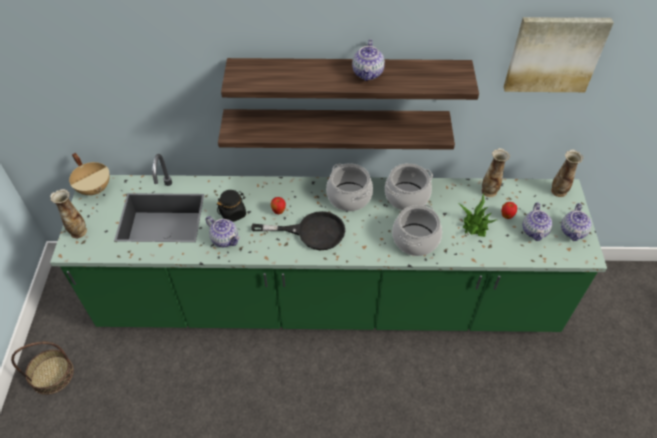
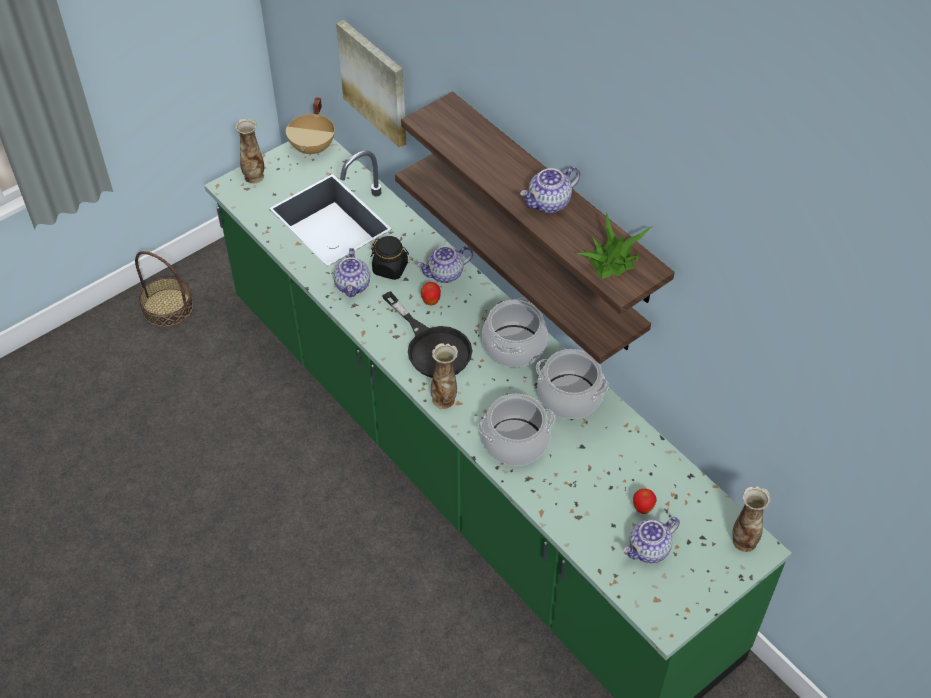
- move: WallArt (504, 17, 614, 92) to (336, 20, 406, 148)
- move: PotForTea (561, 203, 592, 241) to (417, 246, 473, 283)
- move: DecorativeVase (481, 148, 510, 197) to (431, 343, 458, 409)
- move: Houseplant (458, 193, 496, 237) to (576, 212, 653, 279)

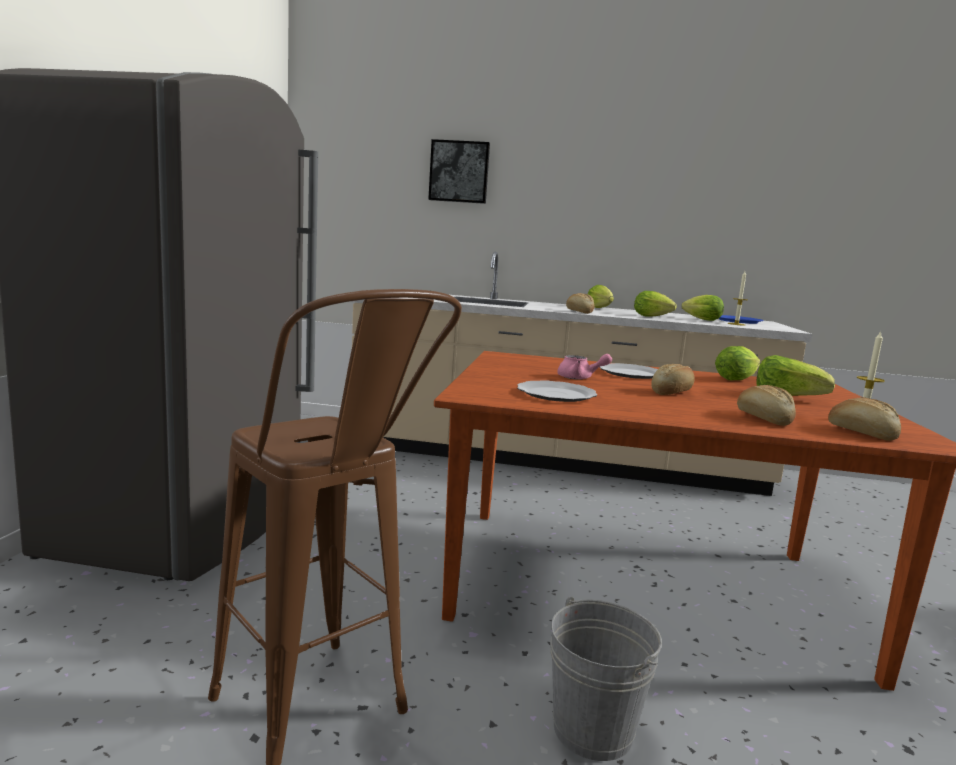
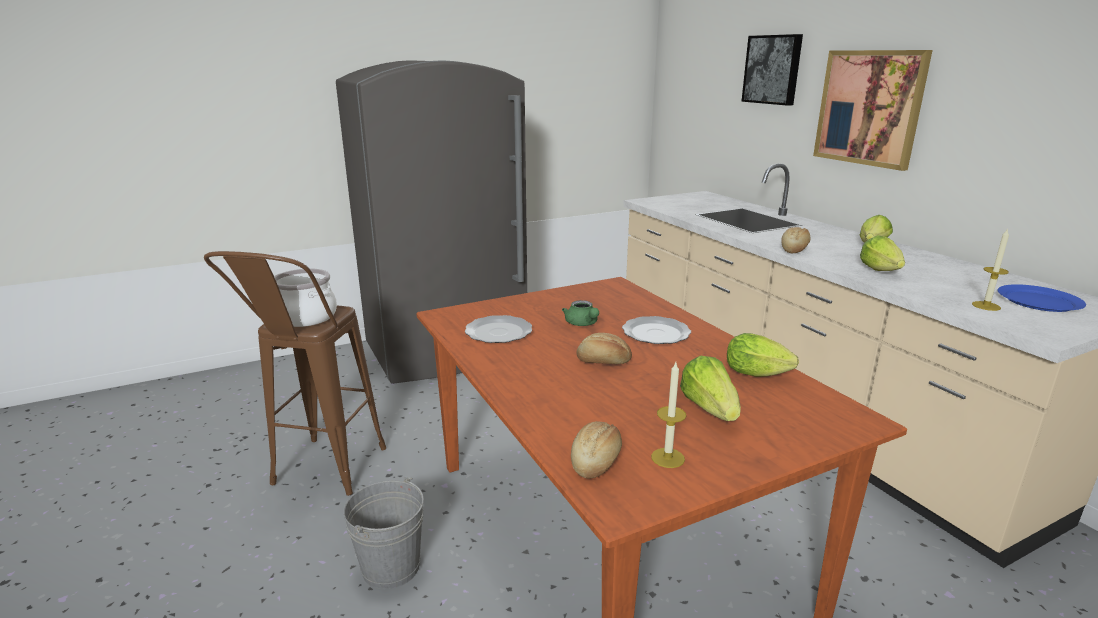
- insert: Stockpot (274, 268, 337, 327)
- recolor: PinkishPotForTea (557, 354, 612, 379) to GreenColouredPotForTea (562, 300, 599, 326)
- insert: WallArt (813, 50, 933, 171)
- delete: HeadOfLettuce (682, 295, 724, 321)
- delete: BakeryBread (737, 385, 796, 426)

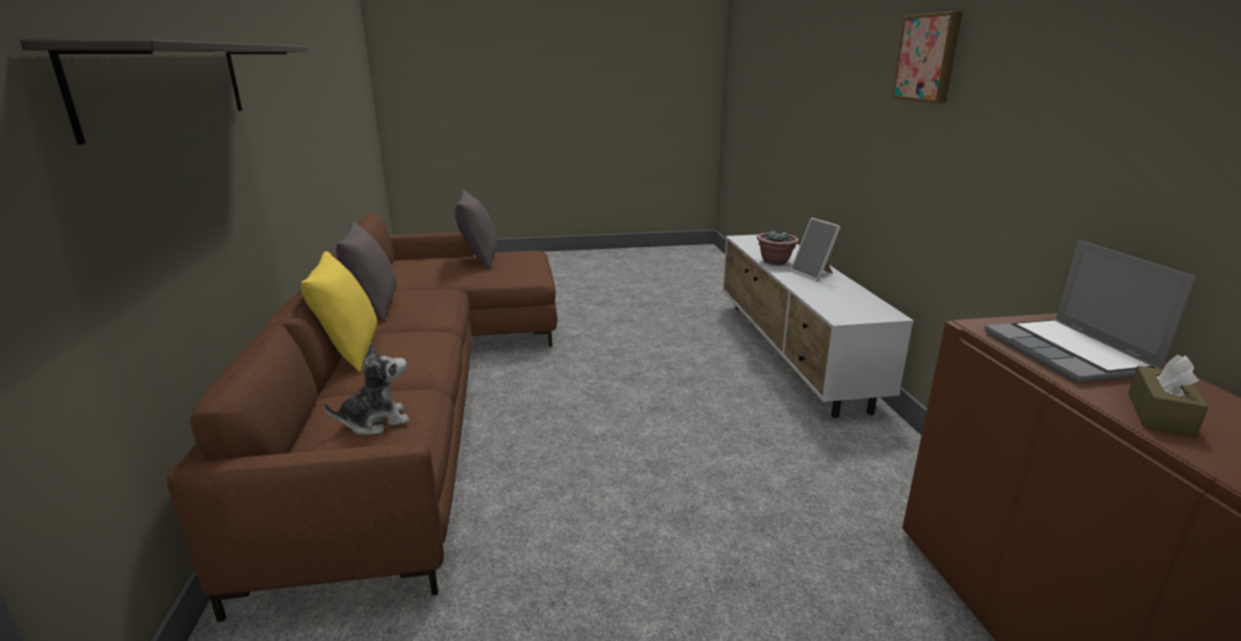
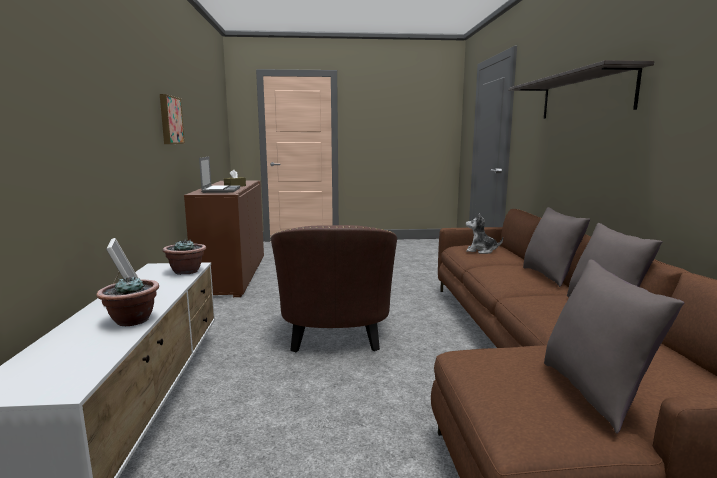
- move: WallArt (892, 12, 962, 103) to (160, 94, 185, 144)
- insert: Houseplant (163, 239, 206, 275)
- insert: BrownColouredLoungeChair (271, 225, 397, 352)
- rotate: CuddlyToy (323, 342, 410, 435) = (466, 213, 503, 254) 45 degrees clockwise
- recolor: YellowishCushion (301, 251, 377, 372) to GreyCushion (523, 207, 590, 287)

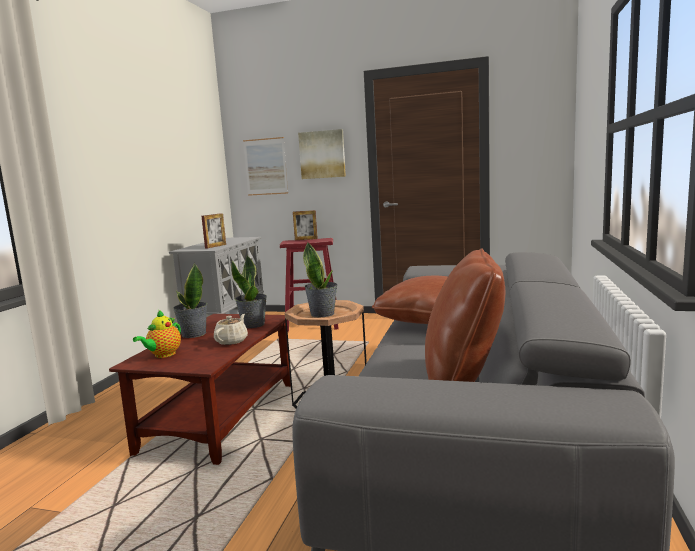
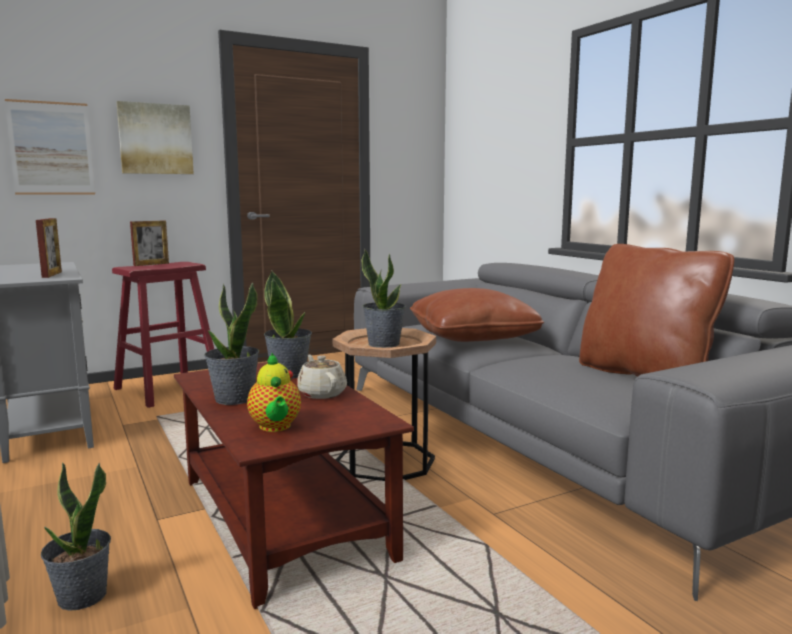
- insert: Houseplant (41, 462, 111, 611)

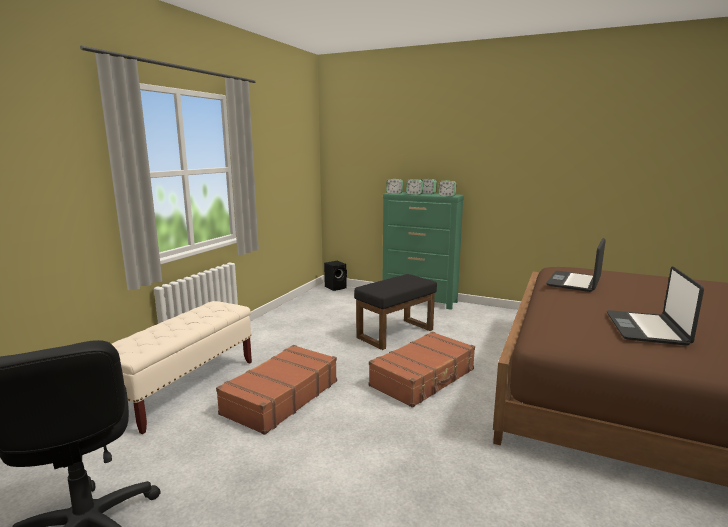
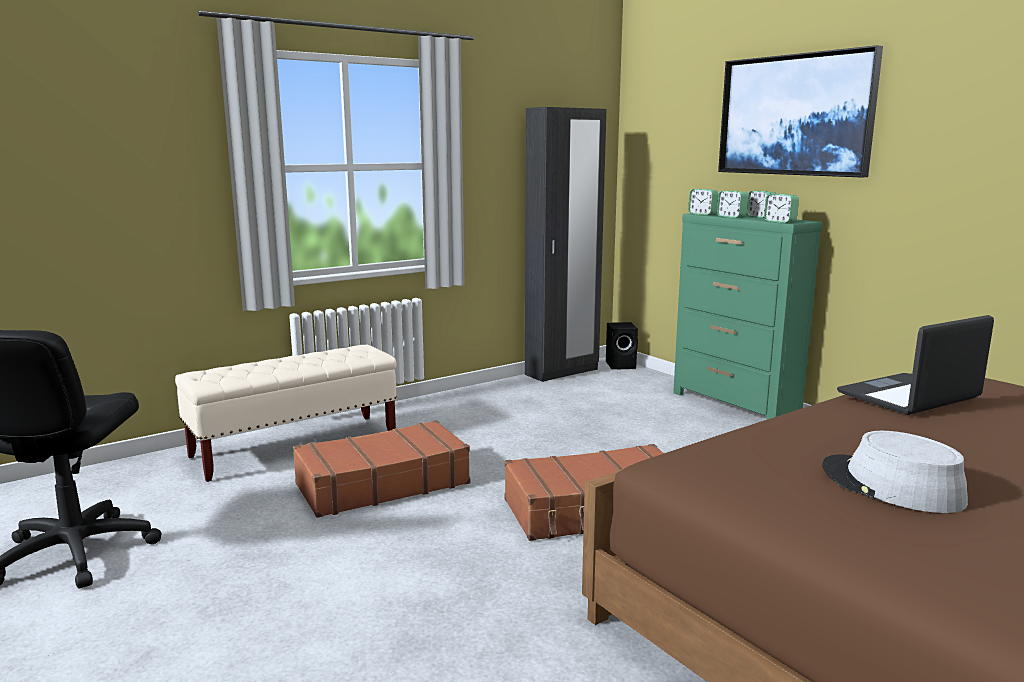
- insert: BlackishClothesCupboard (525, 107, 607, 382)
- insert: WallArt (718, 45, 883, 177)
- replace: PortableComputer (607, 266, 704, 346) to GreyClothingHat (822, 431, 968, 513)
- delete: BlackishOttoman (354, 274, 437, 350)

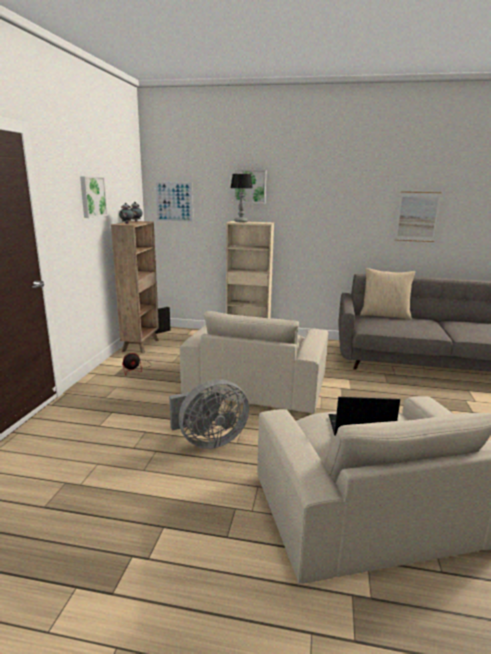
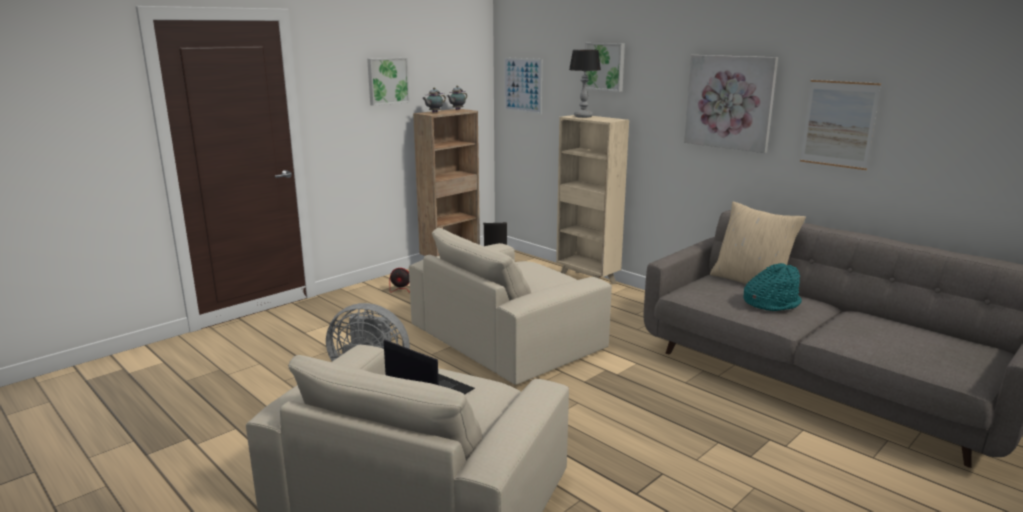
- insert: WallArt (684, 55, 778, 153)
- insert: TurquoiseClothingHat (743, 263, 802, 311)

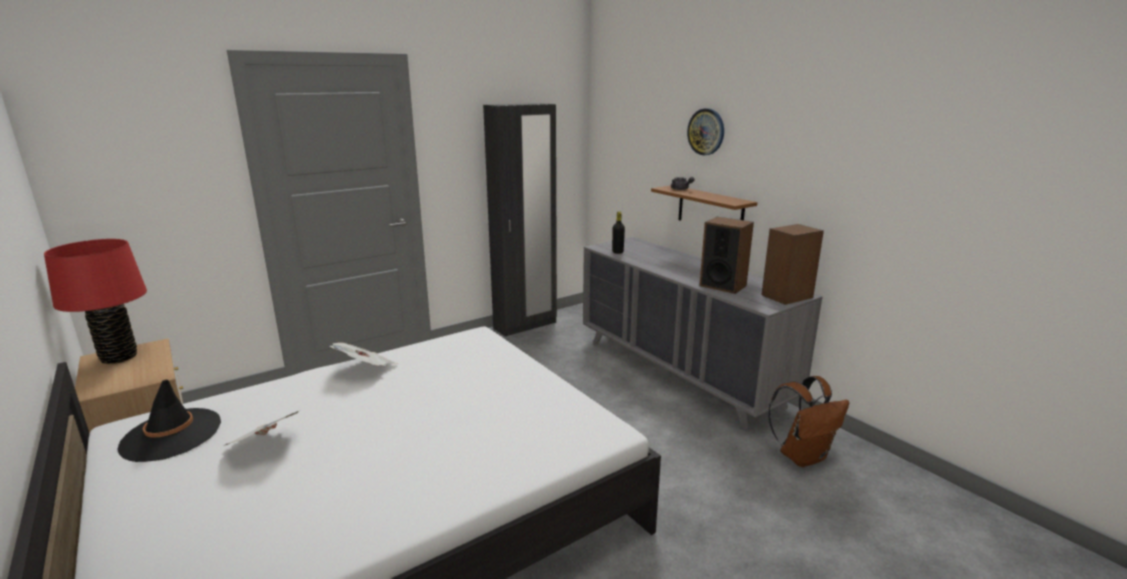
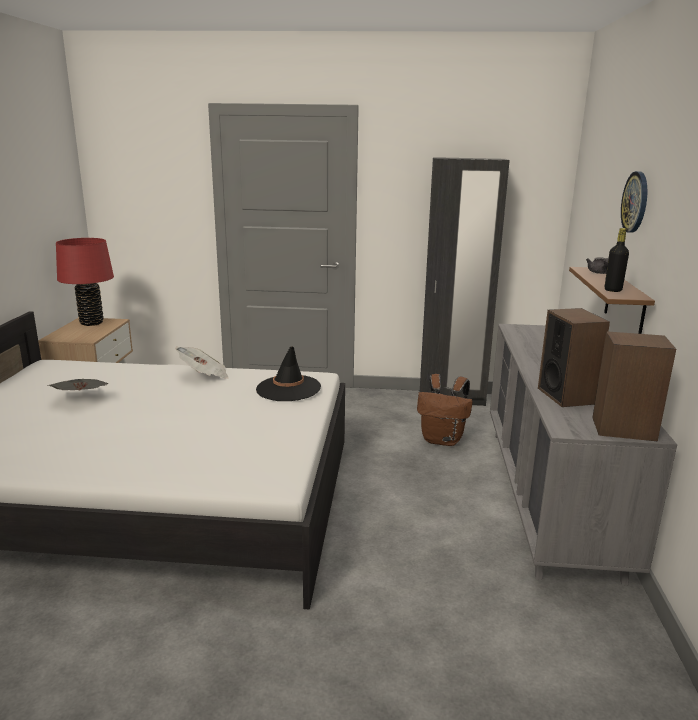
- move: BlackishClothingHat (117, 380, 221, 462) to (256, 346, 321, 401)
- move: BrownColouredKnapsack (768, 376, 849, 467) to (417, 374, 473, 446)
- move: BlackishBeverageBottle (612, 212, 625, 254) to (605, 228, 629, 292)

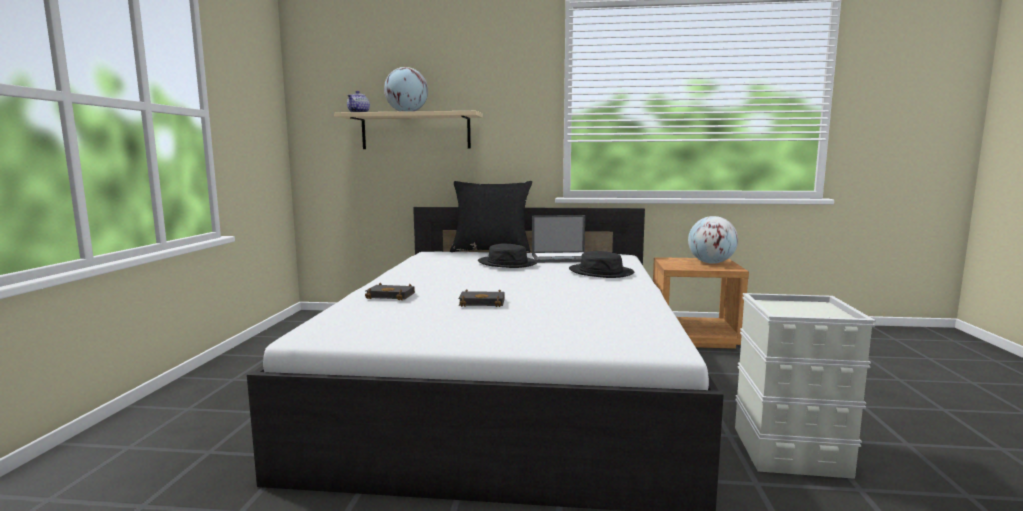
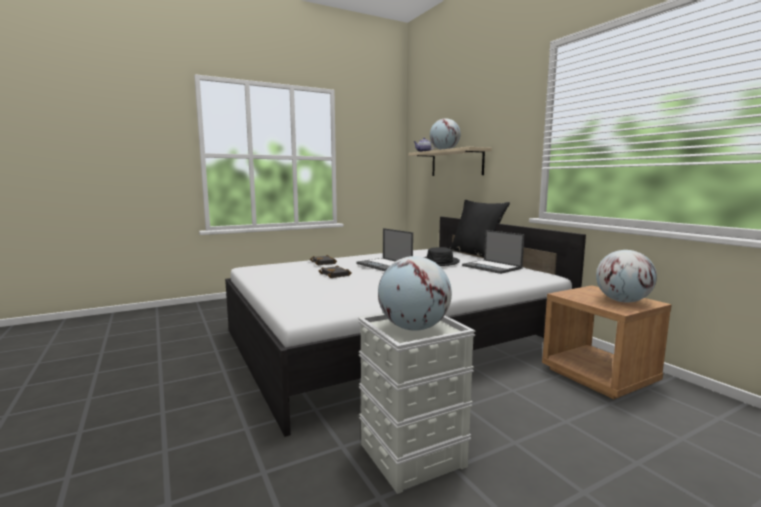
- insert: PortableComputer (356, 228, 413, 271)
- insert: Globe (378, 256, 452, 331)
- delete: BlackishClothingHat (569, 251, 634, 278)

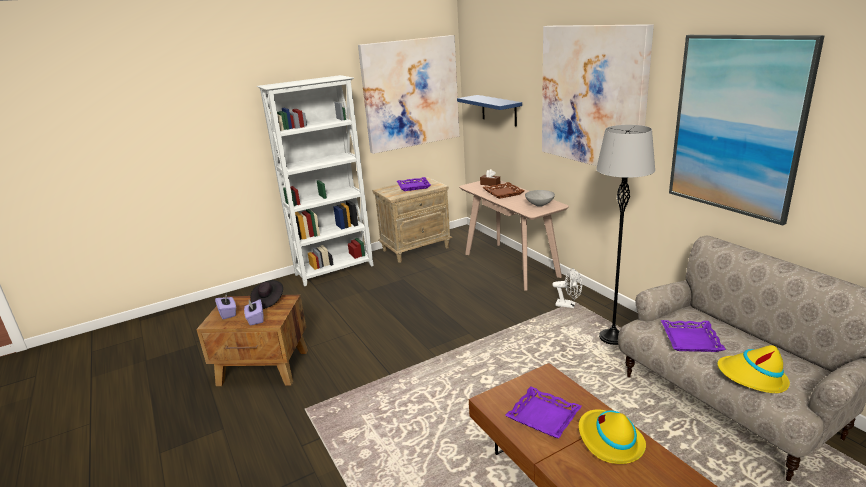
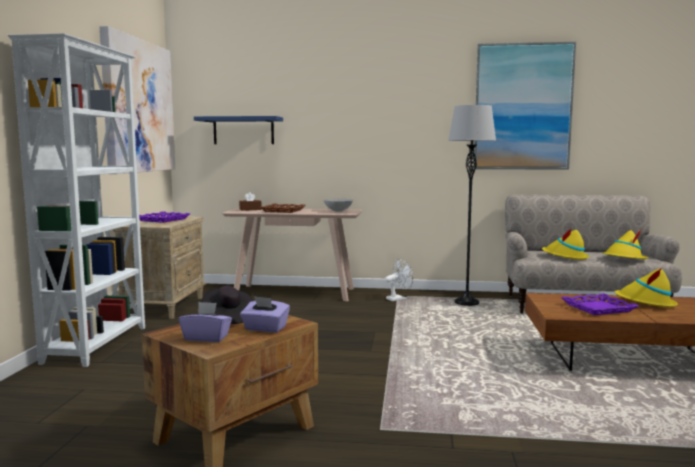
- replace: PurpleServingTray (661, 320, 726, 352) to YellowishClothingHat (542, 228, 589, 260)
- delete: WallArt (542, 24, 654, 166)

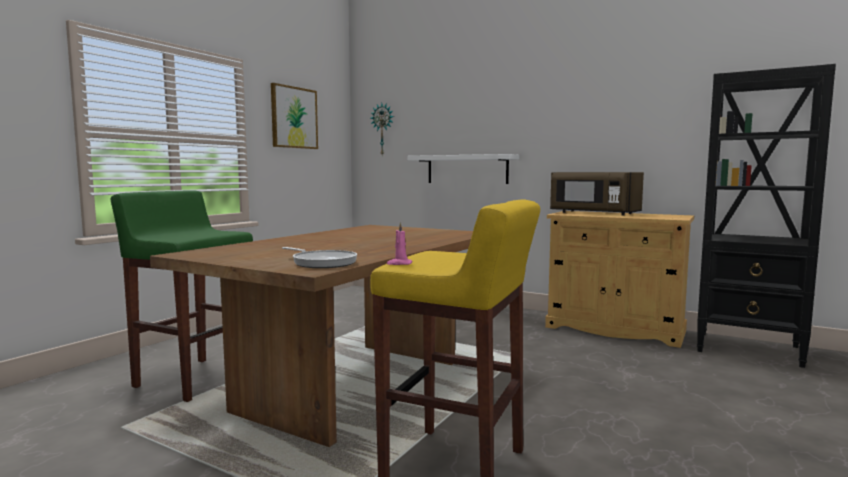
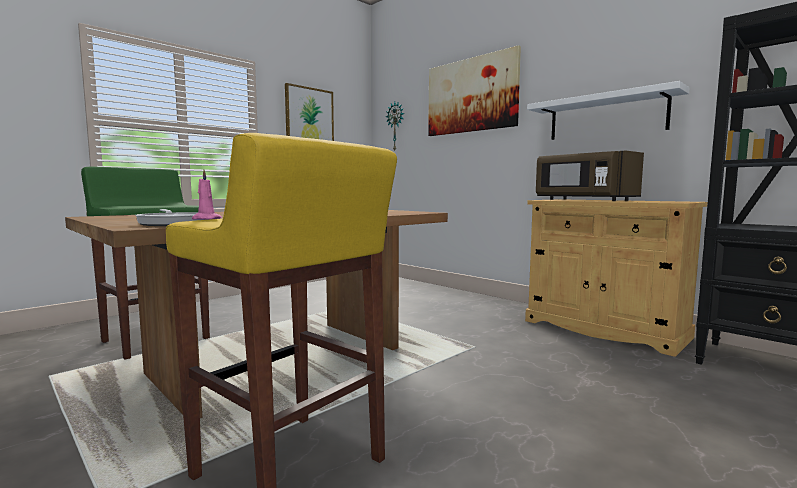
- insert: WallArt (428, 45, 521, 136)
- move: WhiteBracketShelf (408, 154, 519, 184) to (527, 81, 690, 140)

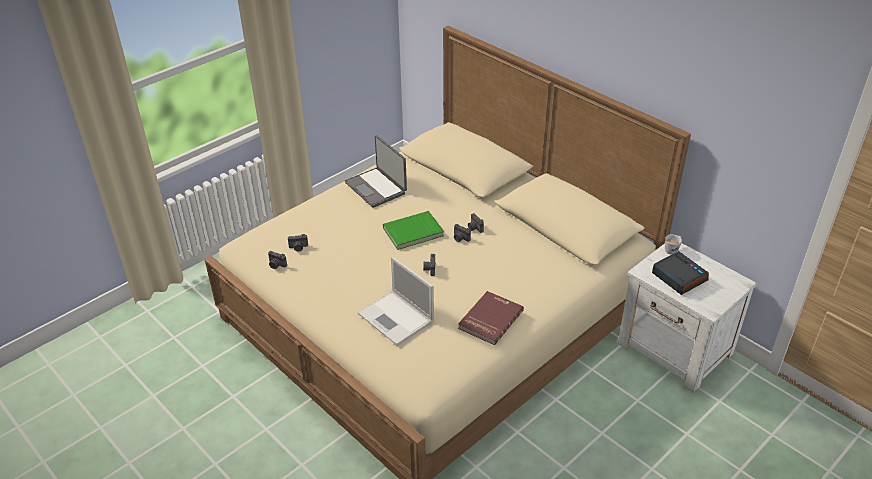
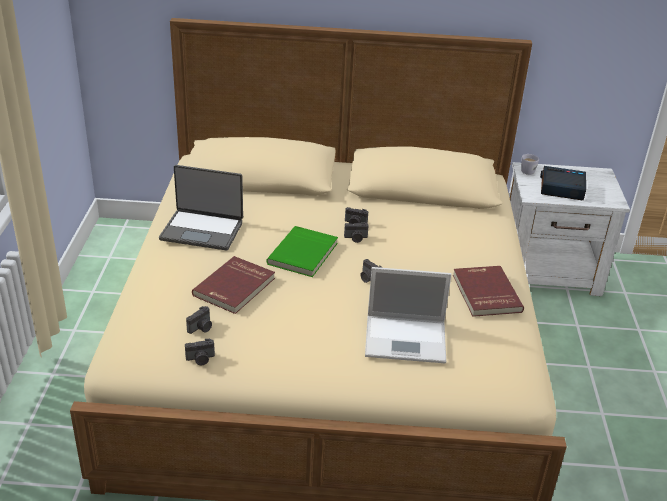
- insert: RedColouredBoundBook (192, 256, 275, 314)

